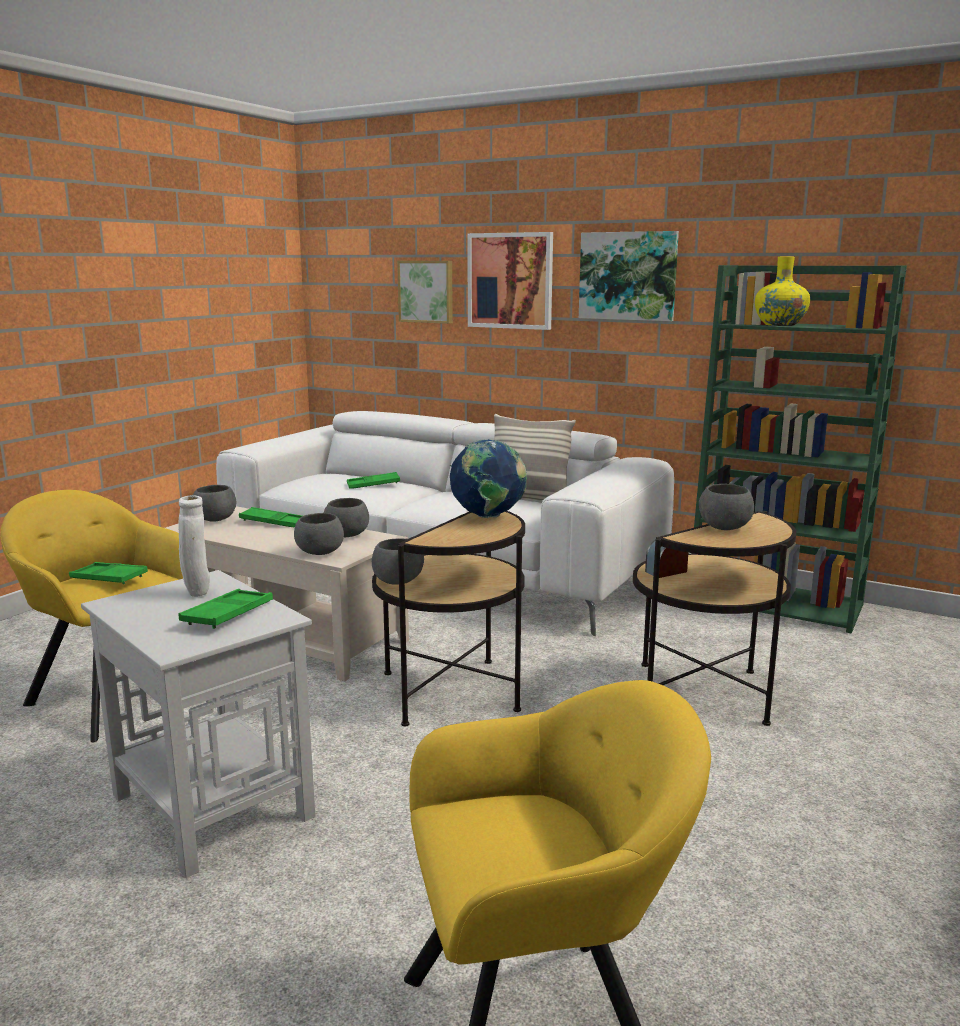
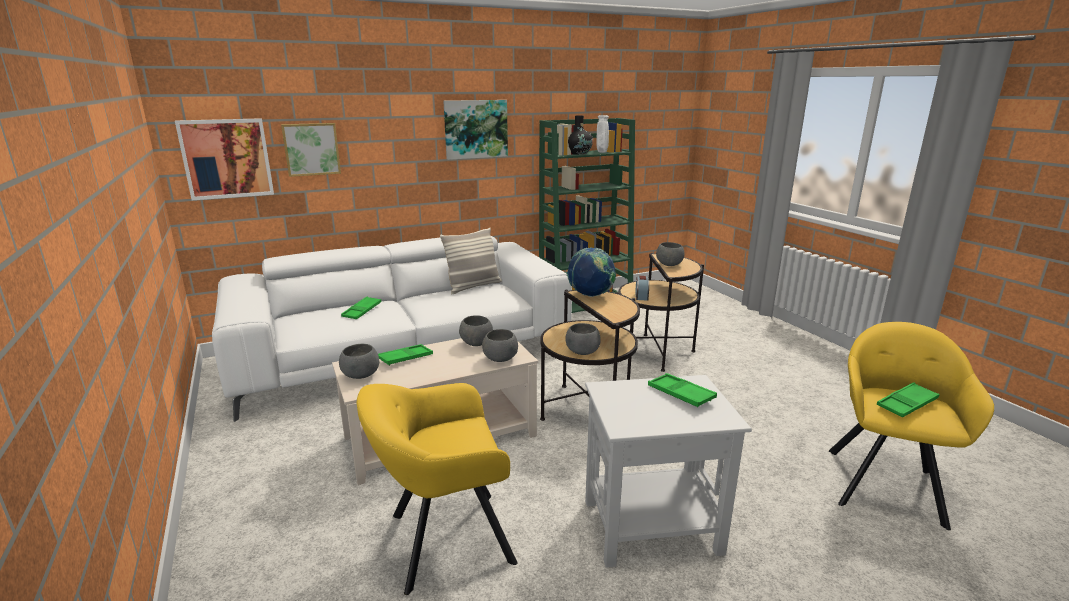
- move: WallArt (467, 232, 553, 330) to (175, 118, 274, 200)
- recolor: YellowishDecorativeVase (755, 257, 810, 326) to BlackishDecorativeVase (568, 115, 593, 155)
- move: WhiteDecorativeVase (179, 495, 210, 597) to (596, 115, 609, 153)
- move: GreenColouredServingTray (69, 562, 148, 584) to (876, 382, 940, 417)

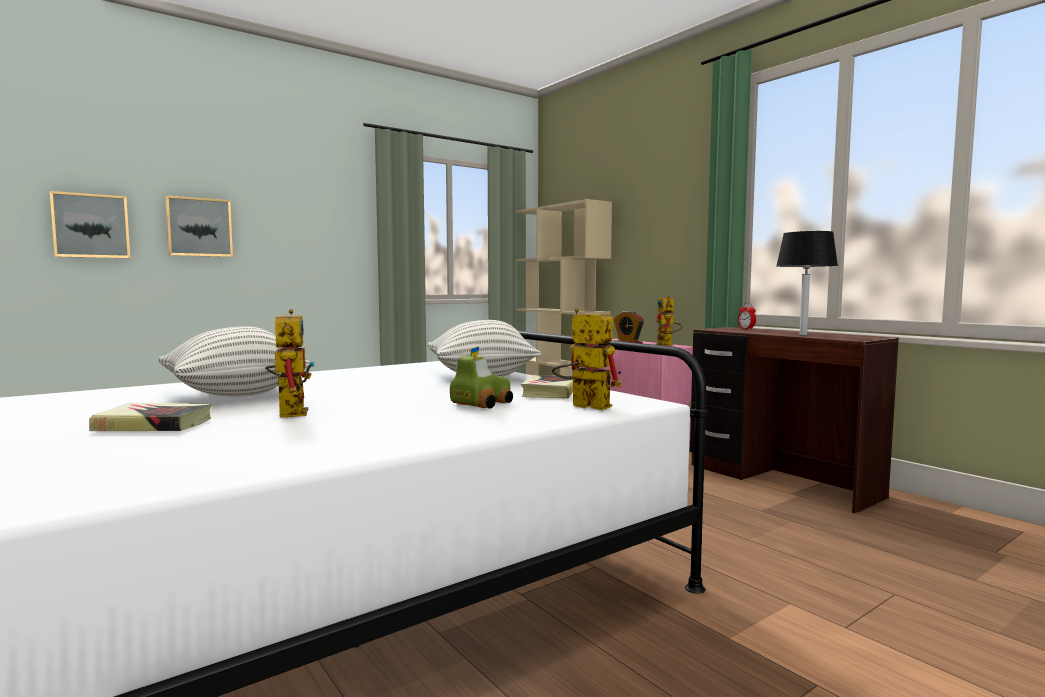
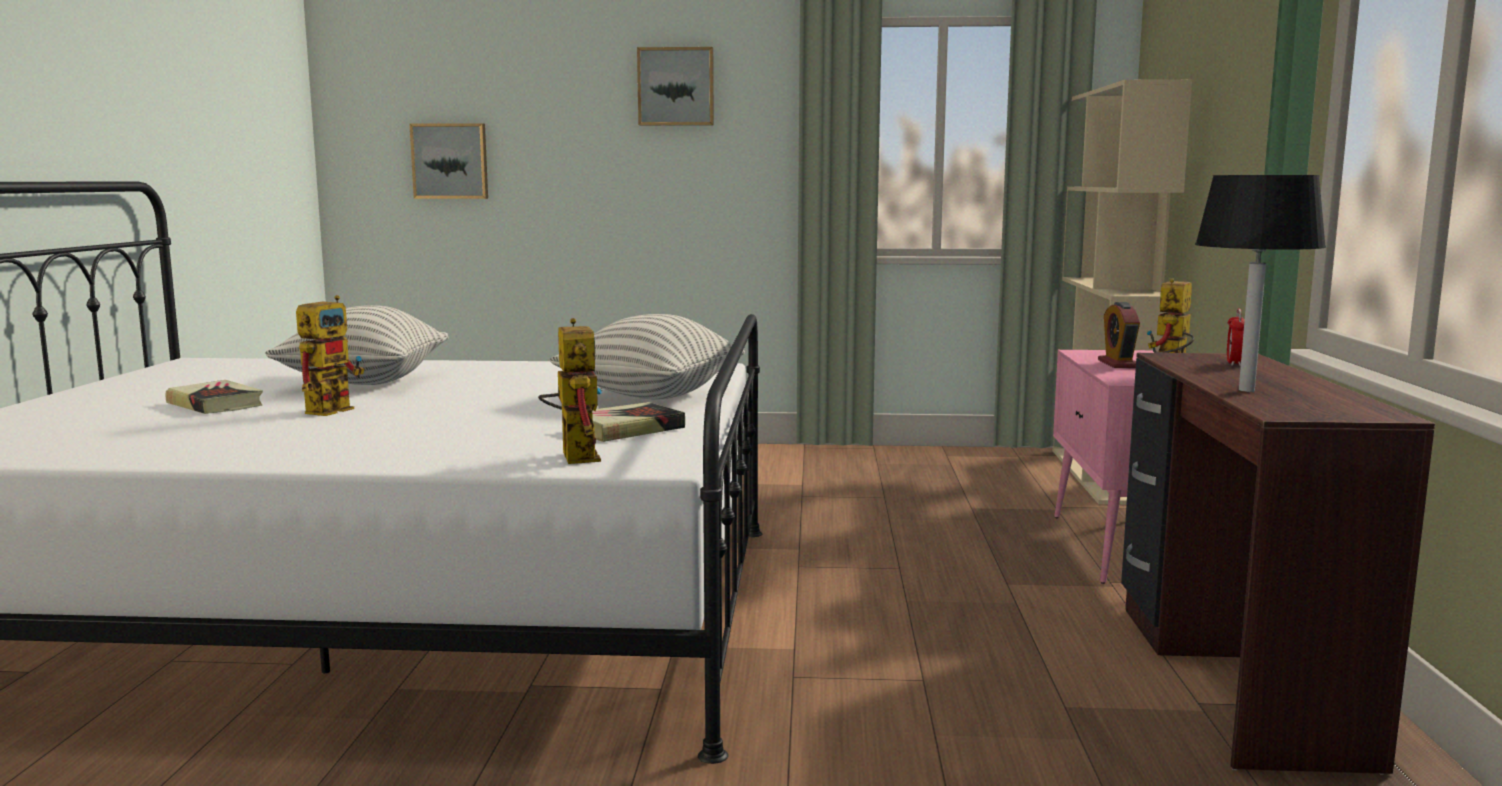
- move: WallArt (165, 195, 233, 257) to (637, 47, 714, 126)
- delete: ModelCar (450, 347, 513, 409)

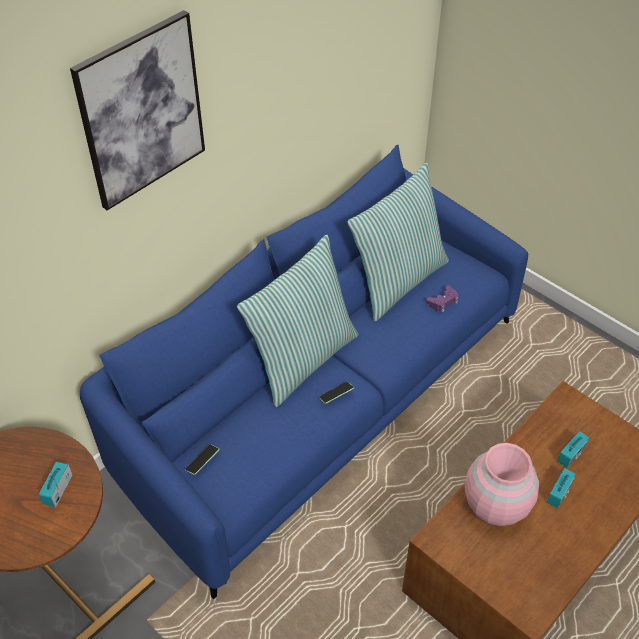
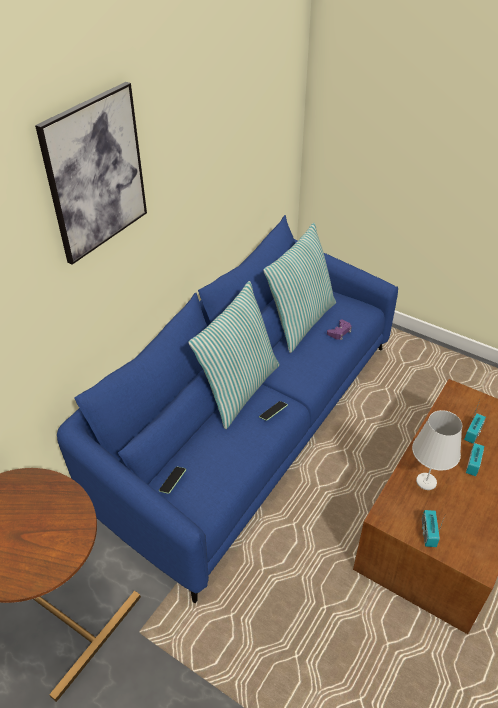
- replace: PinkishDecorativeVase (465, 443, 539, 526) to WhiteLampForATable (412, 410, 462, 490)
- move: Radio (39, 462, 72, 507) to (422, 510, 445, 547)

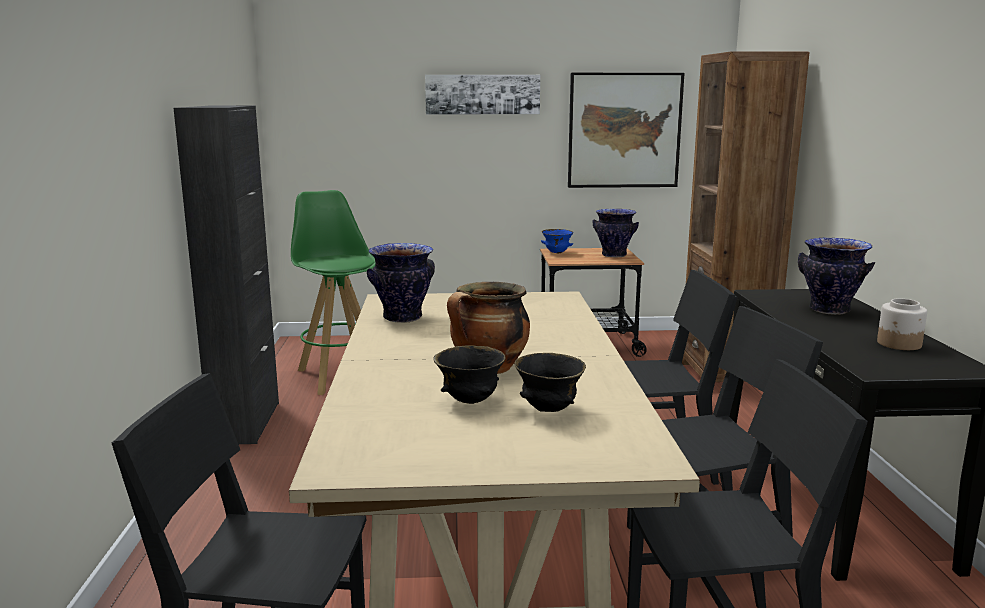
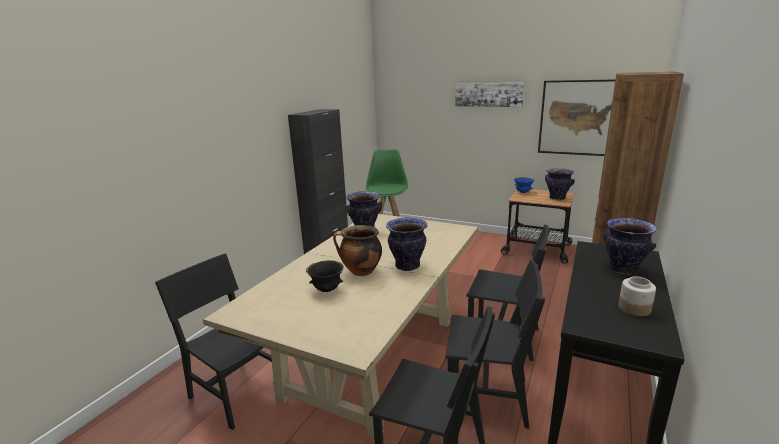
- insert: DecorativeVase (386, 218, 428, 271)
- delete: BlackishServingBowl (515, 353, 586, 412)

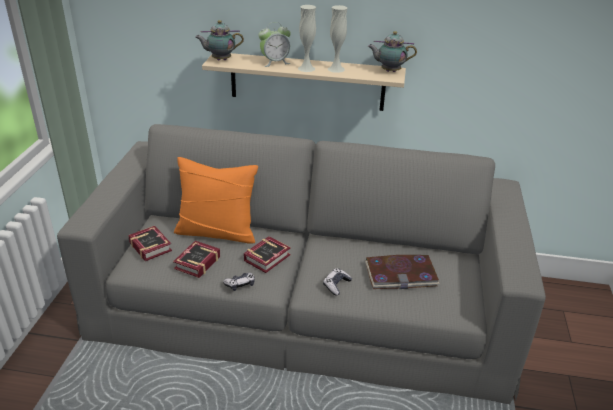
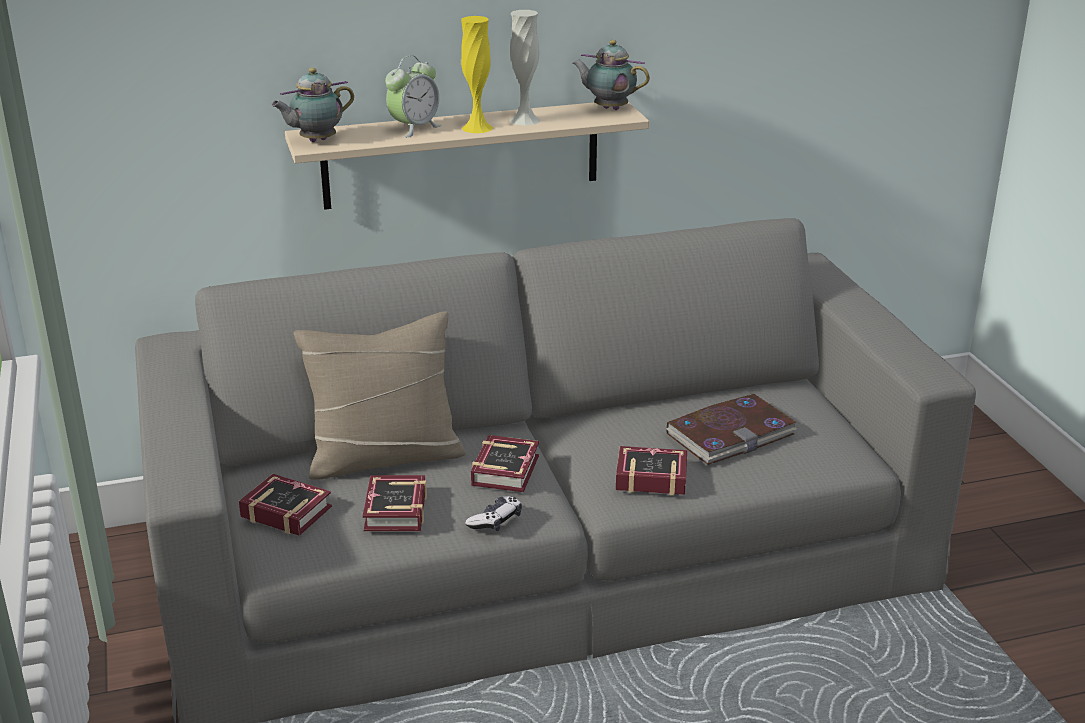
- recolor: OrangeCushion (174, 157, 258, 244) to BeigeColouredCushion (294, 311, 466, 480)
- recolor: WhiteDecorativeVase (298, 5, 316, 72) to YellowishDecorativeVase (461, 16, 493, 133)
- rotate: PotForTea (368, 31, 417, 72) = (573, 40, 650, 110) 45 degrees clockwise
- replace: Joypad (323, 268, 352, 296) to BoundBook (616, 446, 687, 495)

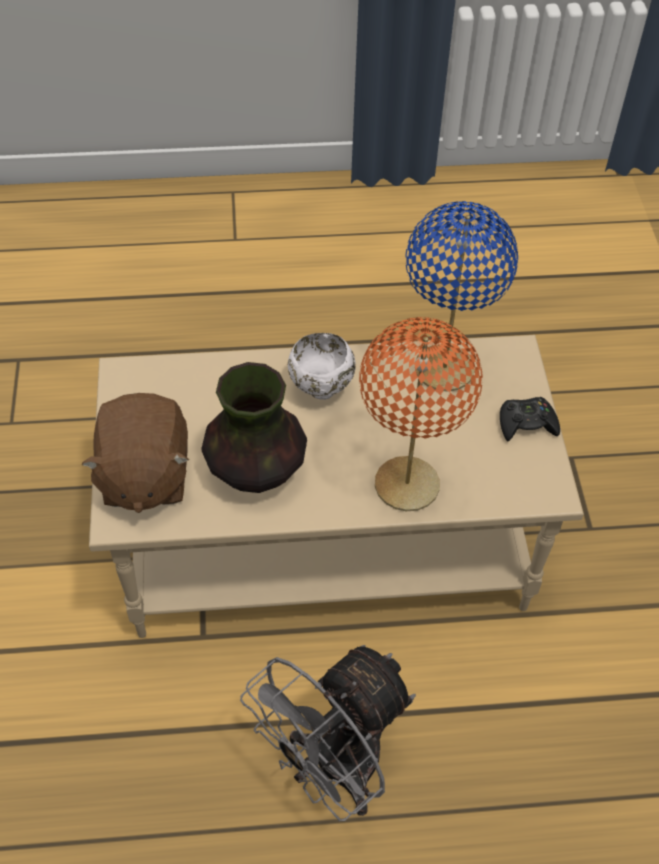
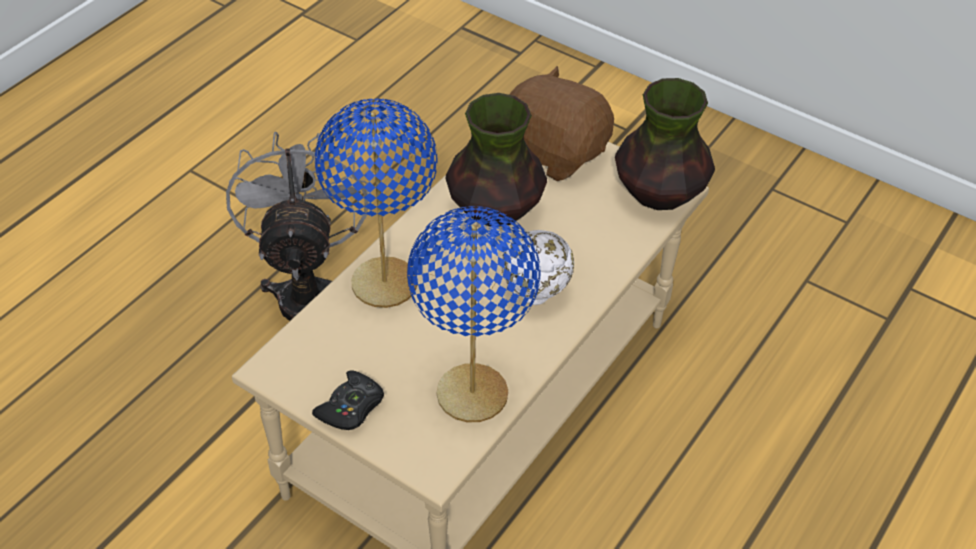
- recolor: OrangeLampForATable (359, 317, 483, 511) to BluishLampForATable (315, 98, 438, 308)
- insert: DecorativeVase (615, 78, 715, 210)

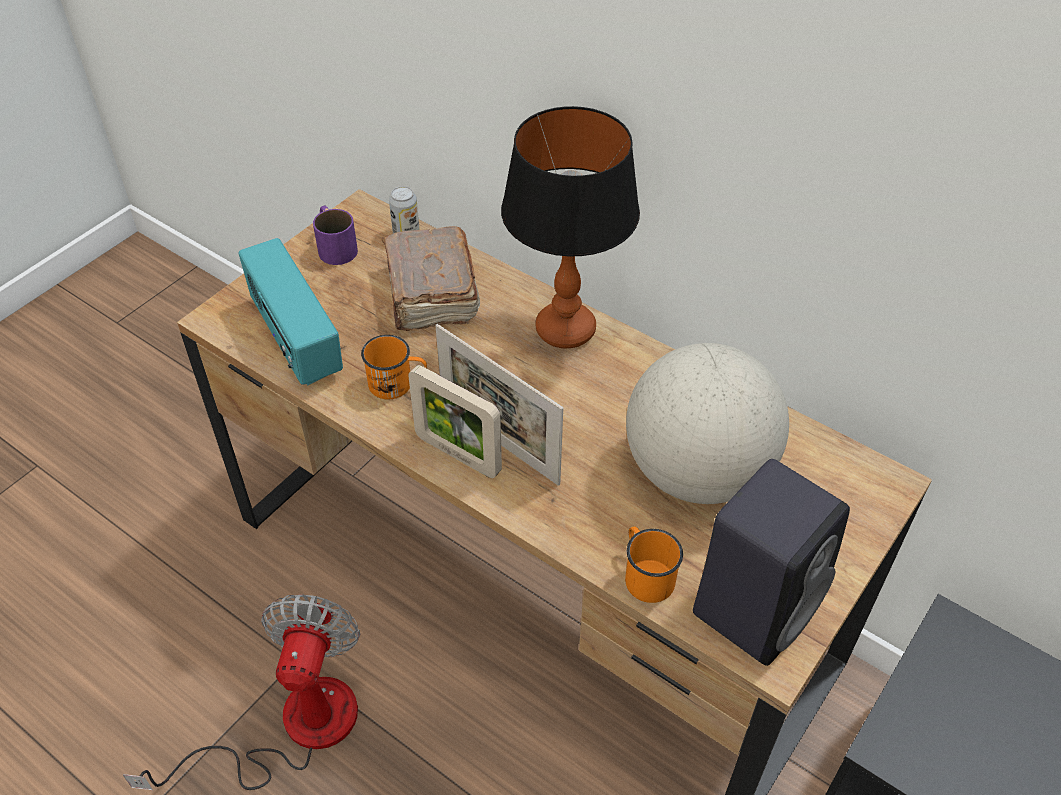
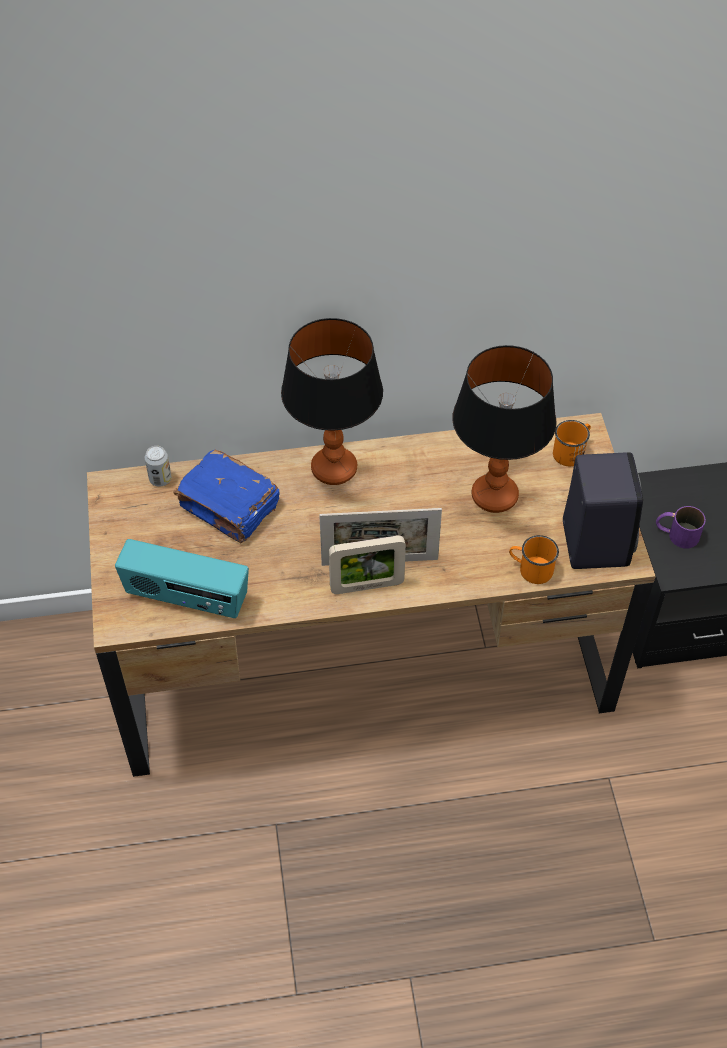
- recolor: BrownColouredBoundBook (382, 226, 480, 331) to BluishBoundBook (173, 450, 280, 543)
- replace: Globe (626, 343, 789, 504) to LampForATable (452, 345, 556, 513)
- move: OrangeMug (361, 335, 427, 399) to (553, 420, 591, 466)
- move: PurpleMug (313, 206, 358, 265) to (656, 506, 706, 548)
- delete: Fan (123, 594, 360, 790)

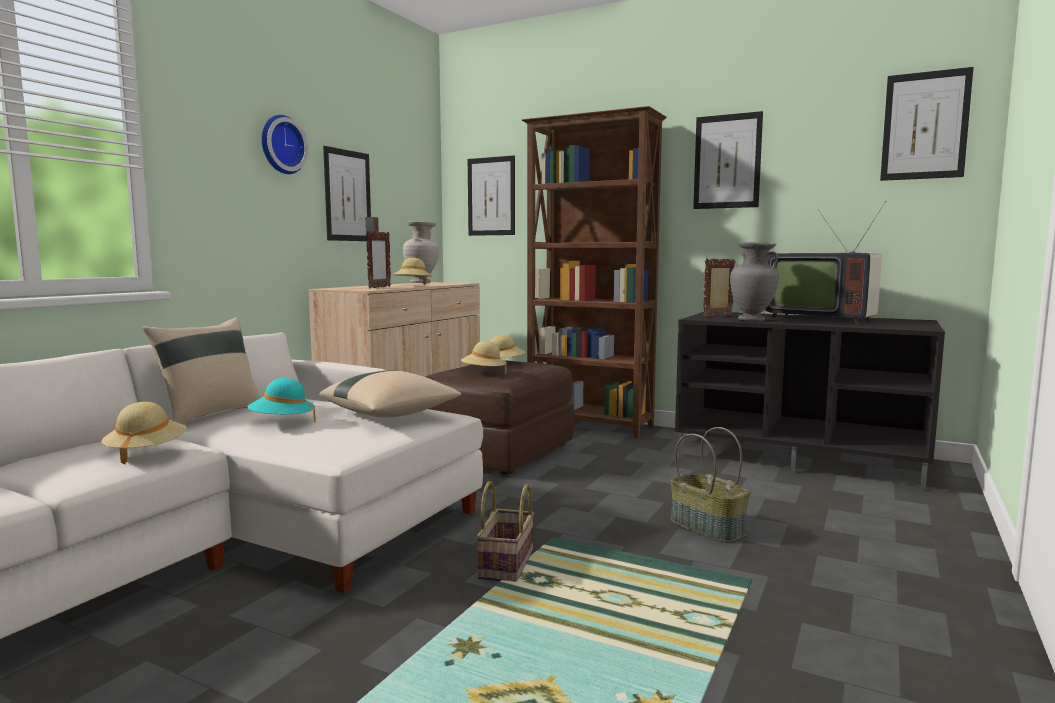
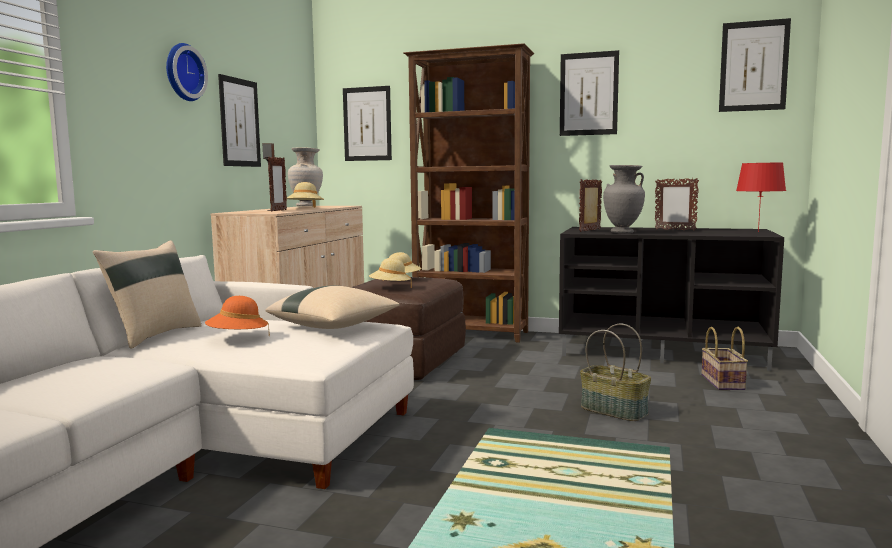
- recolor: TurquoiseClothingHat (248, 378, 316, 422) to OrangeClothingHat (205, 296, 270, 336)
- replace: TvSet (765, 201, 886, 323) to StandingFrame (655, 178, 699, 230)
- move: Basket (476, 481, 534, 582) to (701, 327, 748, 390)
- insert: RedColouredLampForATable (736, 163, 786, 232)
- delete: BeigeColouredClothingHat (101, 402, 187, 465)

